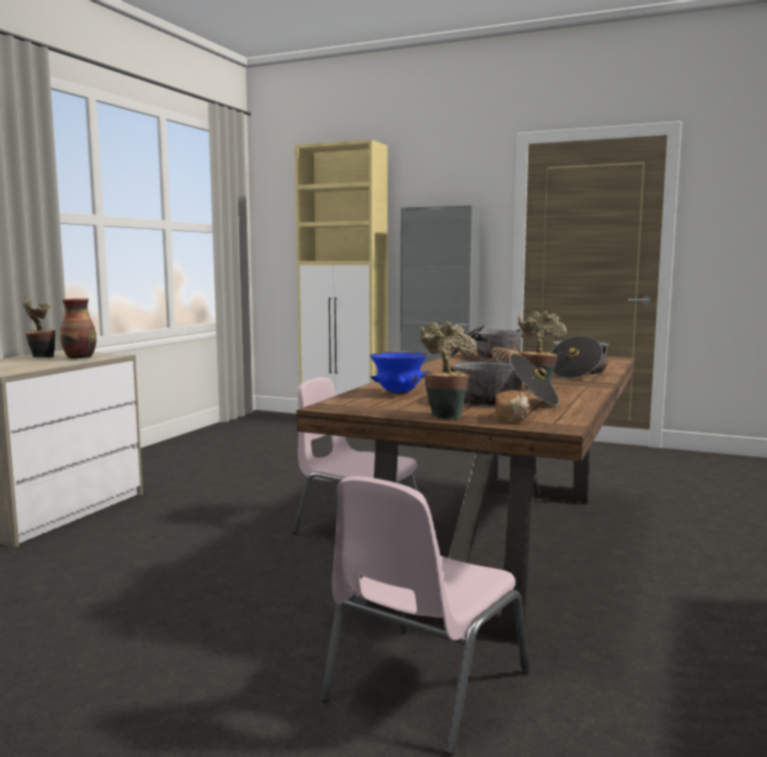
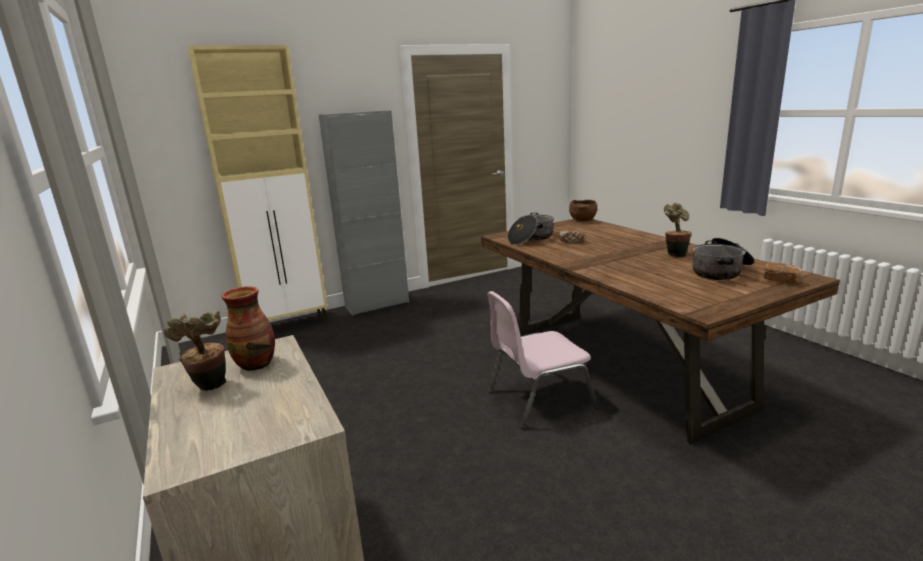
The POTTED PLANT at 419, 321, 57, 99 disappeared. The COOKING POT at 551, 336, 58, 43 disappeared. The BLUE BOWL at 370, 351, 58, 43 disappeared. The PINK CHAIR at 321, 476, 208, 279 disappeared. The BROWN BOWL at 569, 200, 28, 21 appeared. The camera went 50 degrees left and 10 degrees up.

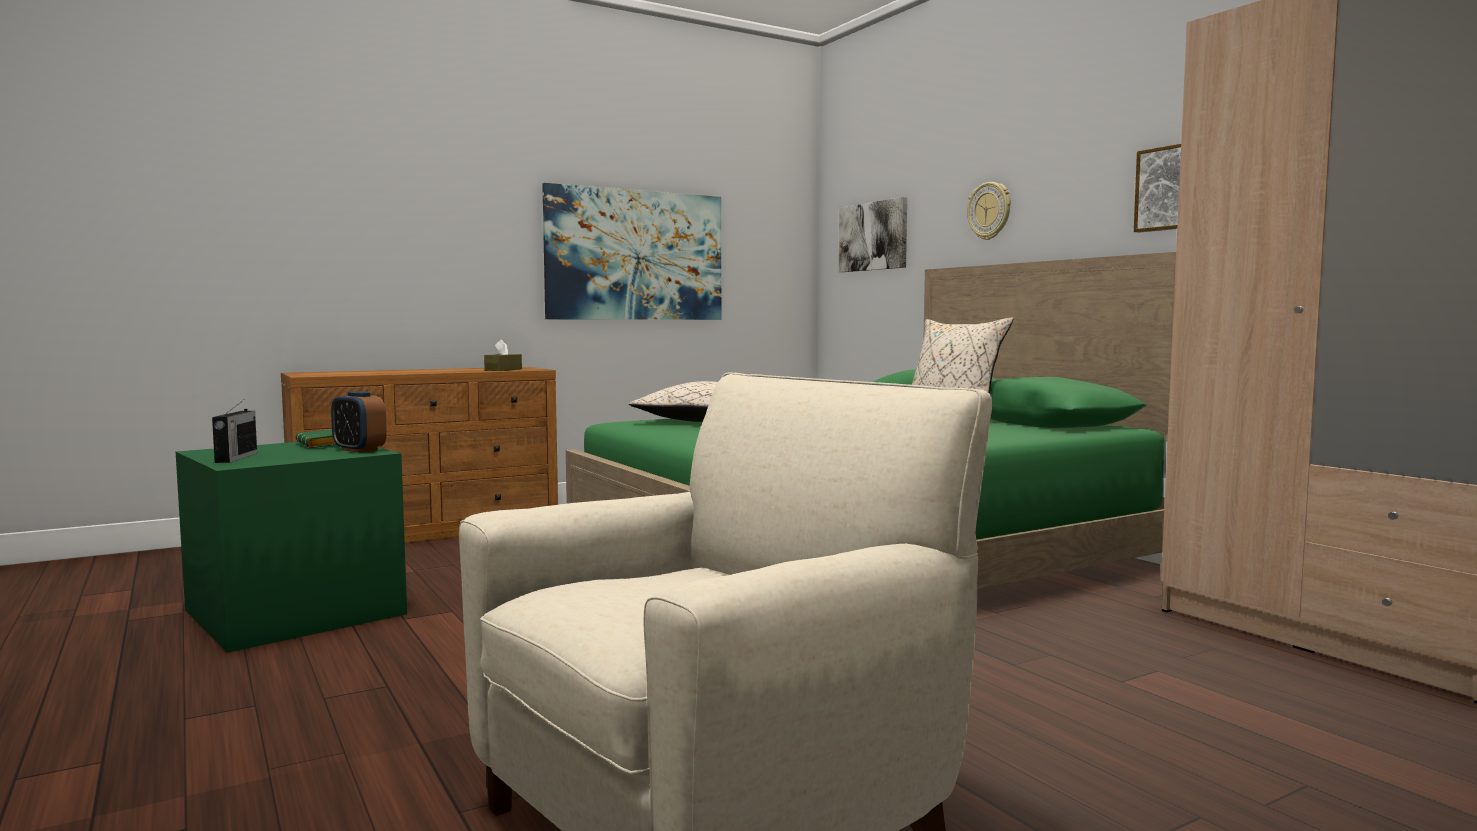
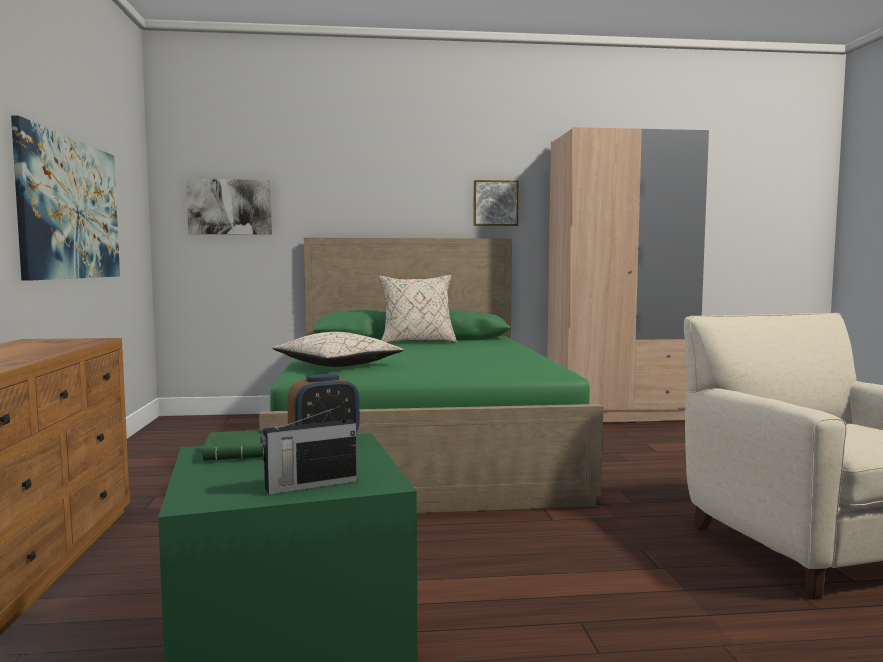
The WALL CLOCK at 967, 182, 44, 58 disappeared. The BROWN TISSUE BOX at 484, 340, 38, 31 disappeared. The RADIO at 212, 400, 45, 63 turned 135 degrees clockwise. The camera went 65 degrees left and 0 degrees up.

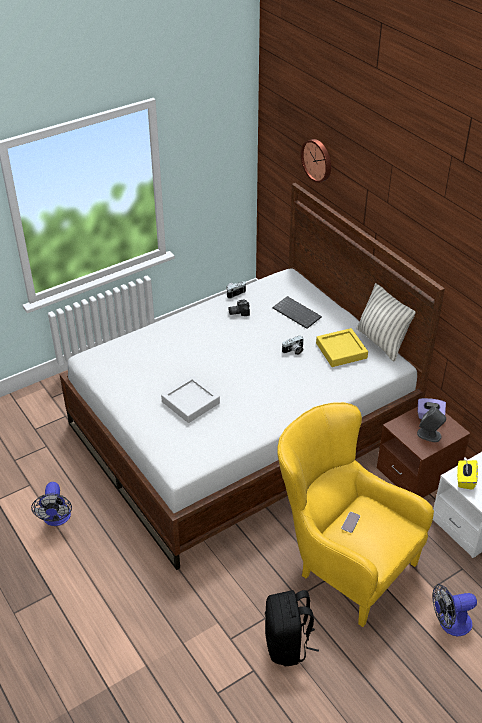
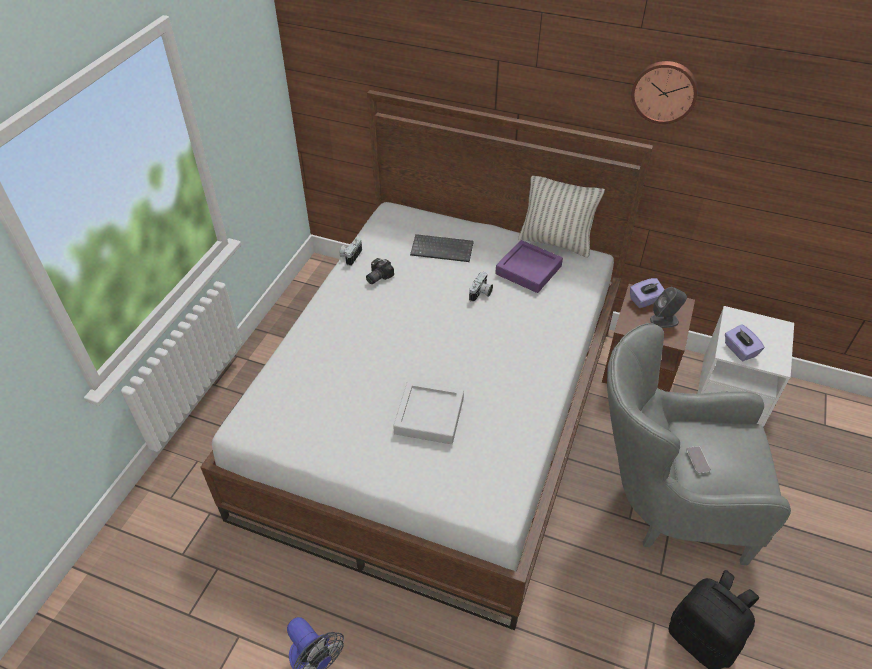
The WALL CLOCK moved from 301, 139, 30, 44 to 631, 61, 67, 63. The YELLOW TRAY at 316, 328, 52, 39 became the PURPLE TRAY at 495, 240, 68, 53. The YELLOW ARMCHAIR at 277, 402, 157, 225 became the GREY ARMCHAIR at 607, 323, 184, 243. The YELLOW TISSUE BOX at 457, 460, 21, 30 became the PURPLE TISSUE BOX at 725, 324, 39, 37. The FAN at 432, 584, 45, 52 disappeared. The camera went 35 degrees left and 5 degrees up.

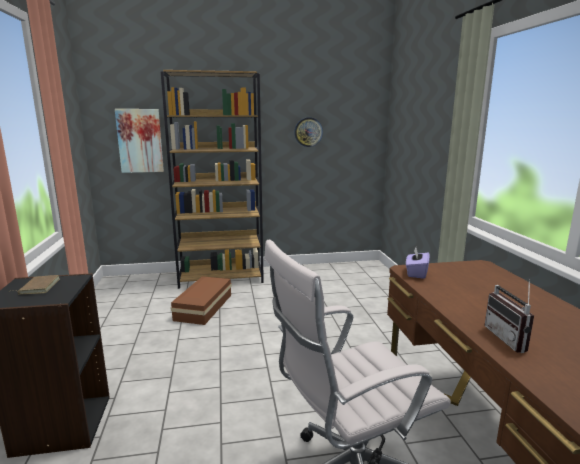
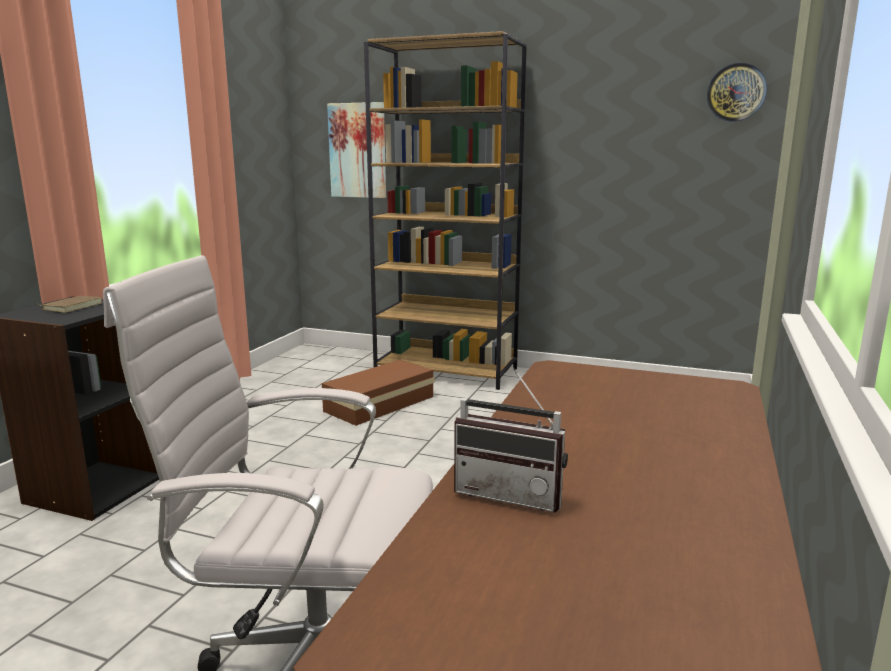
The WALL CLOCK moved from 294, 117, 29, 30 to 707, 63, 60, 59. The PURPLE TISSUE BOX at 406, 248, 24, 31 disappeared. The RADIO at 484, 279, 50, 74 turned 90 degrees counterclockwise. The camera went 30 degrees right and 0 degrees up.

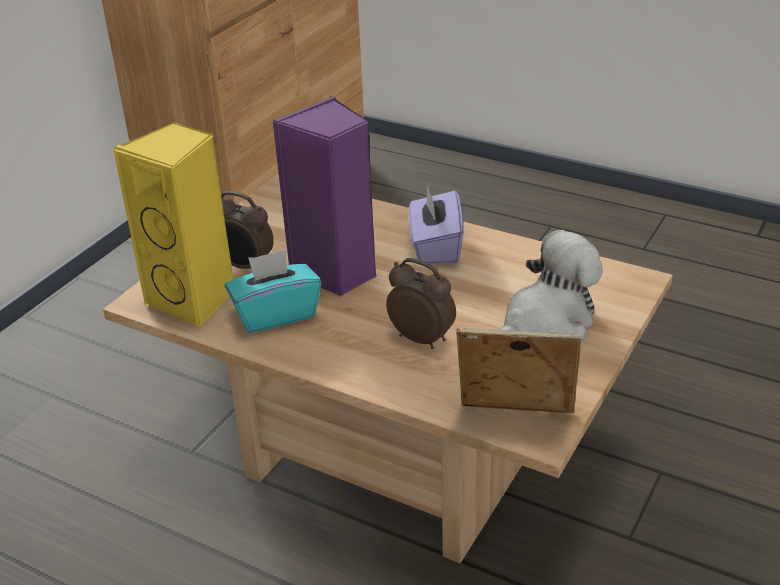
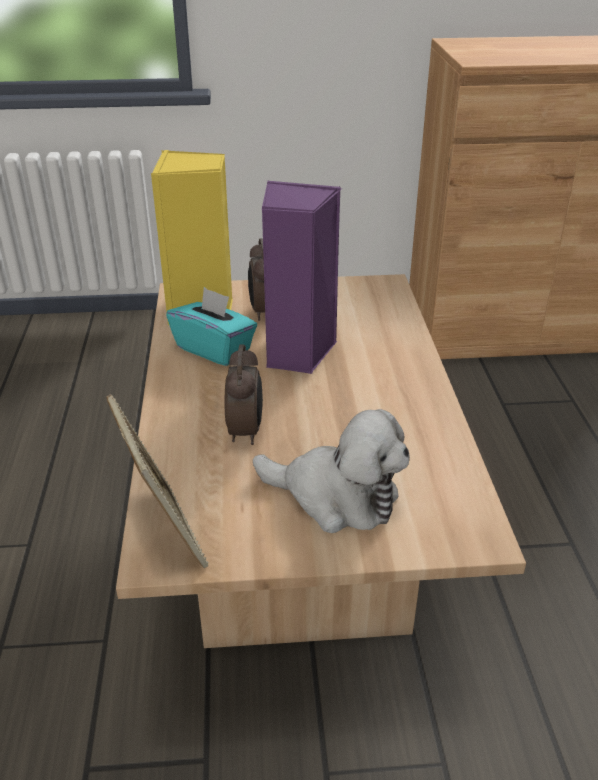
The PURPLE TISSUE BOX at 409, 186, 54, 78 disappeared. The camera went 55 degrees right and 0 degrees up.

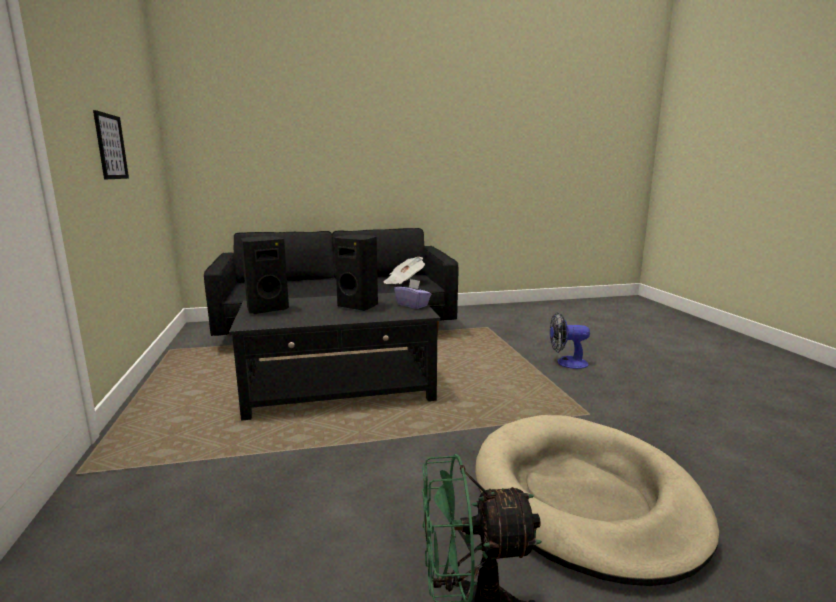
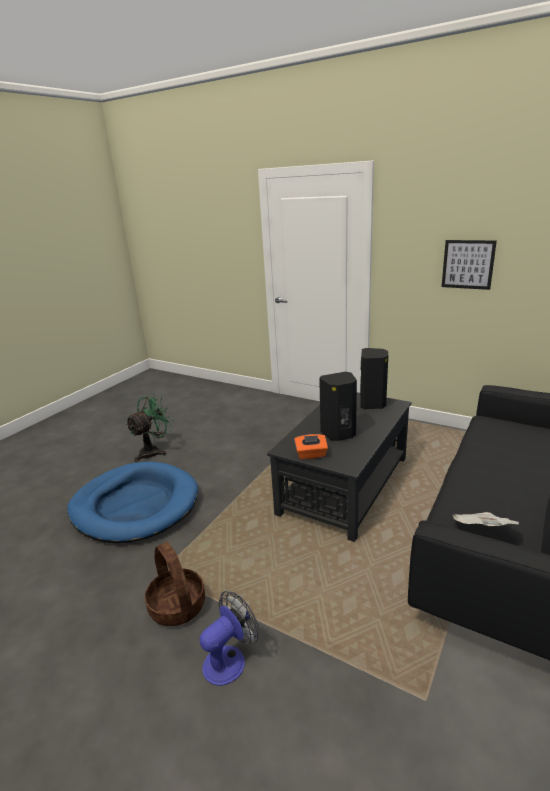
The PURPLE TISSUE BOX at 394, 279, 37, 30 became the ORANGE TISSUE BOX at 294, 434, 34, 26. The BEIGE DOG BED at 475, 415, 244, 171 became the BLUE DOG BED at 67, 462, 131, 81. The BASKET at 145, 542, 60, 84 appeared. The camera went 135 degrees right and 10 degrees up.

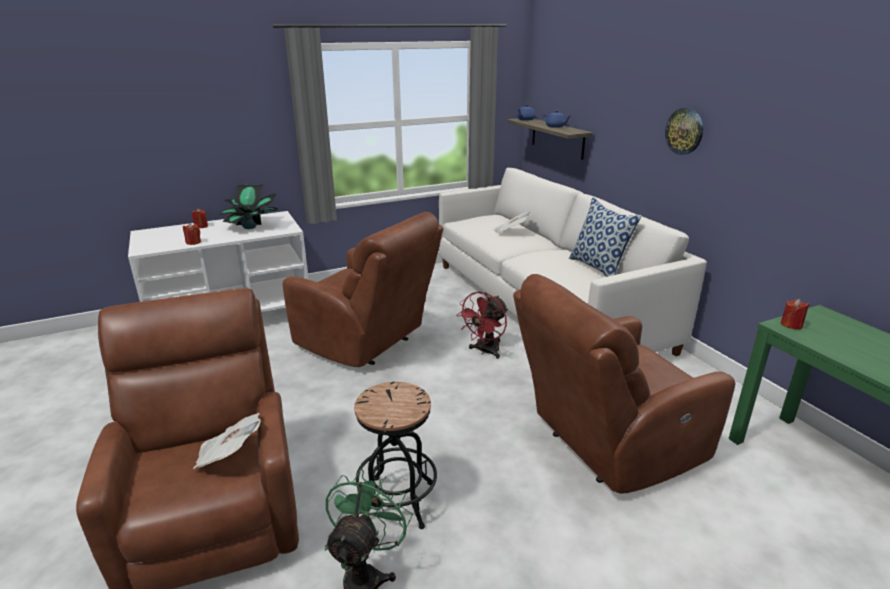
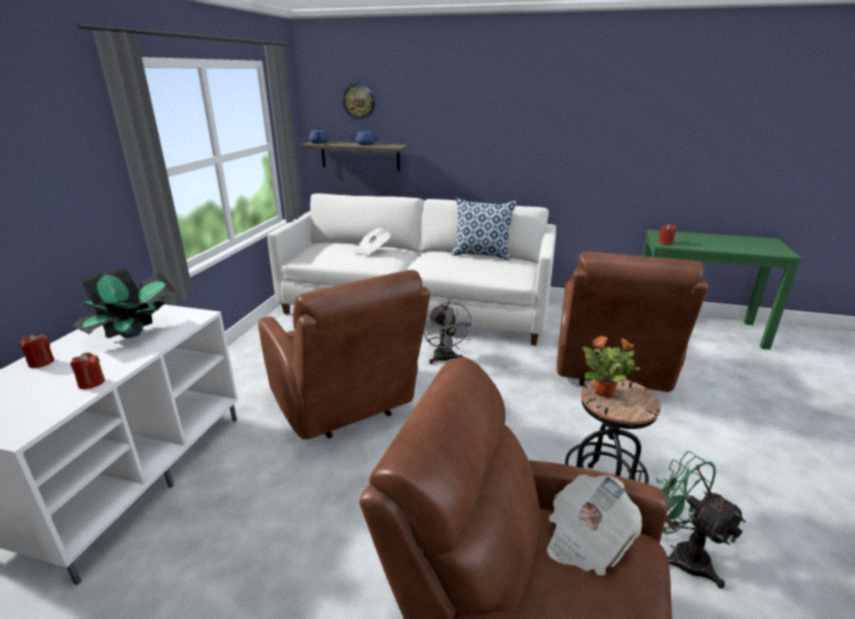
The WALL CLOCK moved from 665, 108, 38, 47 to 342, 83, 33, 37. The BROWN ARMCHAIR at 283, 212, 160, 155 turned 75 degrees clockwise. The RED FAN at 457, 292, 51, 67 became the GREY FAN at 423, 302, 52, 62. The POTTED PLANT at 582, 336, 58, 62 appeared. The camera went 50 degrees left and 0 degrees up.

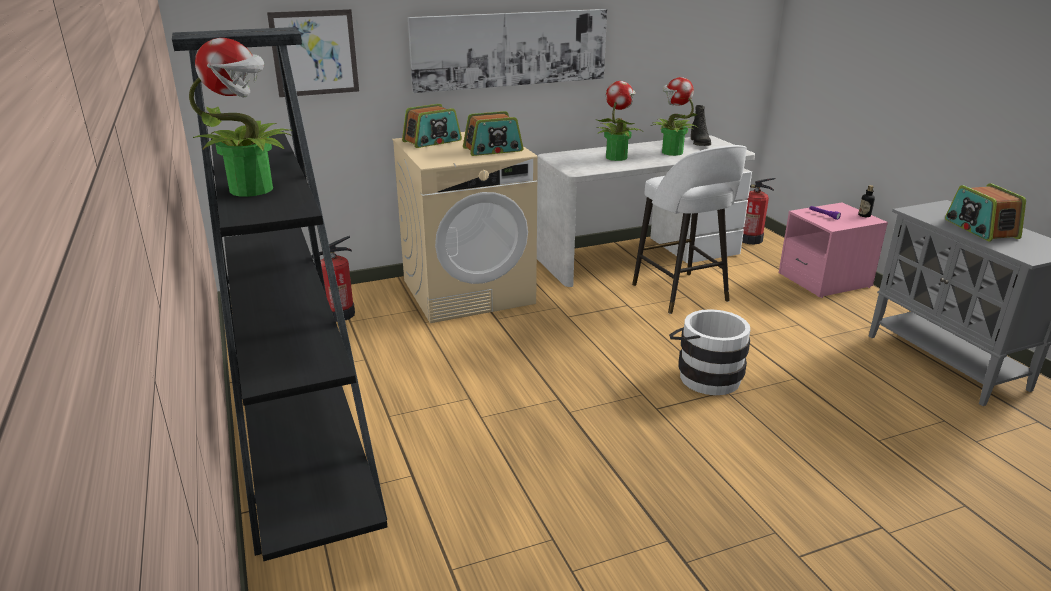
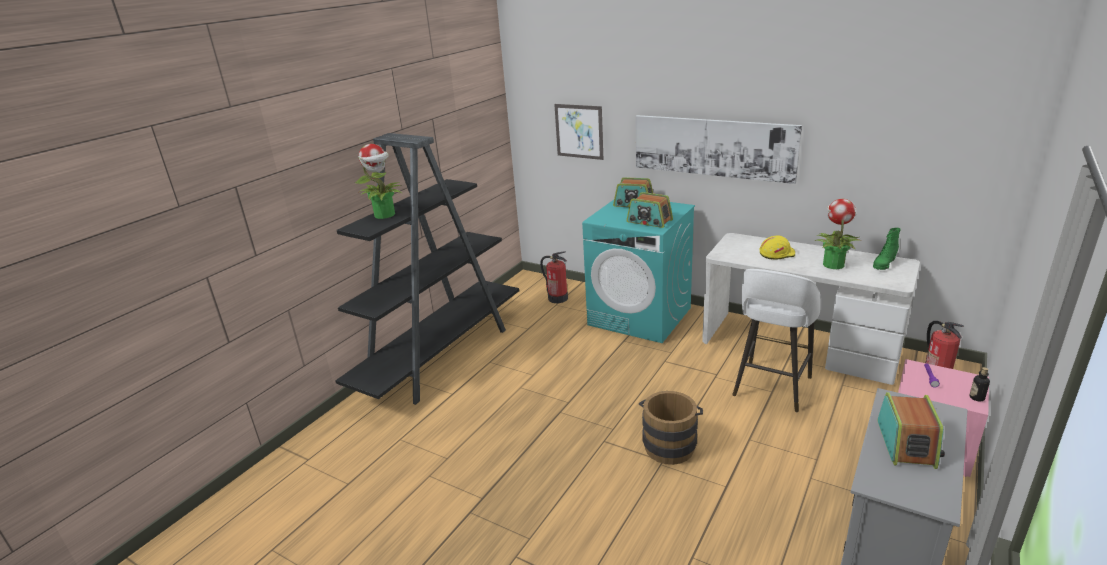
The POTTED PLANT at 597, 81, 45, 80 was replaced by the YELLOW HARD HAT at 759, 235, 36, 24. The BLACK BOOT at 691, 105, 20, 41 became the GREEN BOOT at 873, 228, 28, 42. The BEIGE WASHING MACHINE at 392, 132, 146, 191 became the TURQUOISE WASHING MACHINE at 582, 200, 113, 143. The RADIO at 945, 183, 81, 58 turned 150 degrees clockwise. The WHITE BUCKET at 669, 309, 81, 86 became the BROWN BUCKET at 639, 391, 64, 74. The camera went 55 degrees right and 0 degrees up.

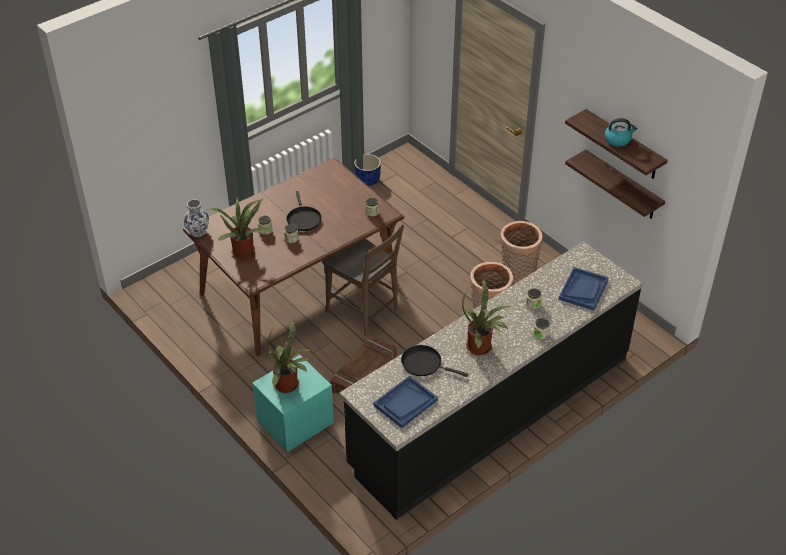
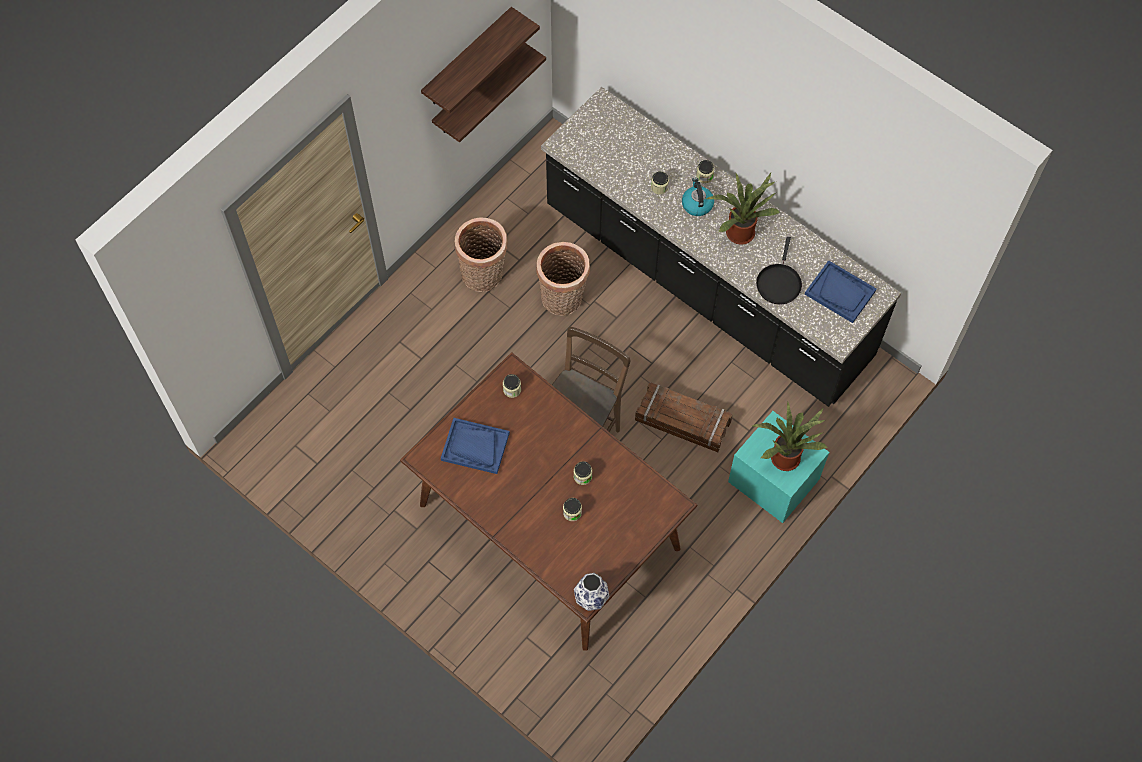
The KETTLE moved from 605, 118, 32, 28 to 682, 177, 32, 39. The BLUE PLANTER at 354, 154, 27, 32 disappeared. The BLACK FRYING PAN at 286, 191, 36, 40 disappeared. The POTTED PLANT at 205, 198, 64, 61 disappeared. The BLUE TRAY moved from 559, 267, 50, 43 to 441, 418, 69, 56. The camera went 100 degrees left and 20 degrees up.

